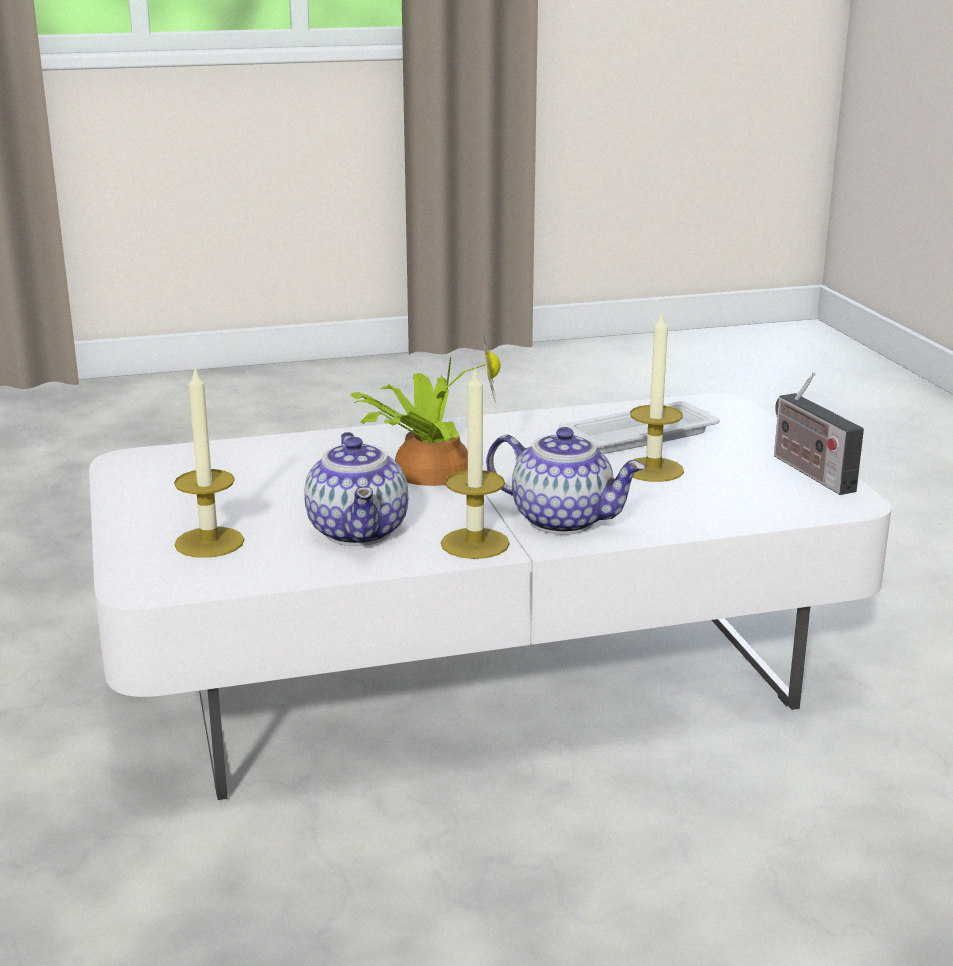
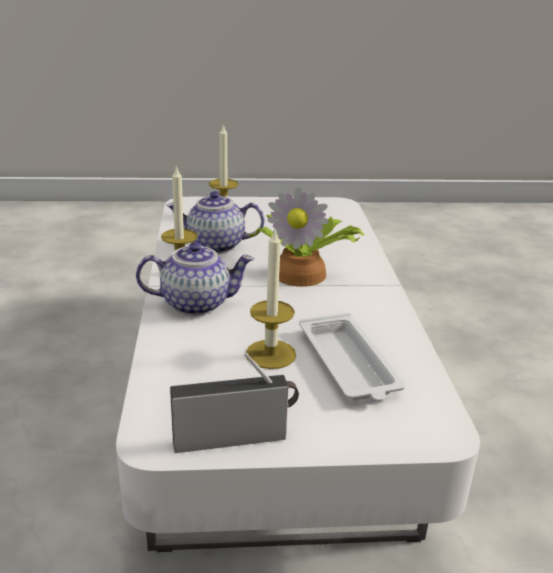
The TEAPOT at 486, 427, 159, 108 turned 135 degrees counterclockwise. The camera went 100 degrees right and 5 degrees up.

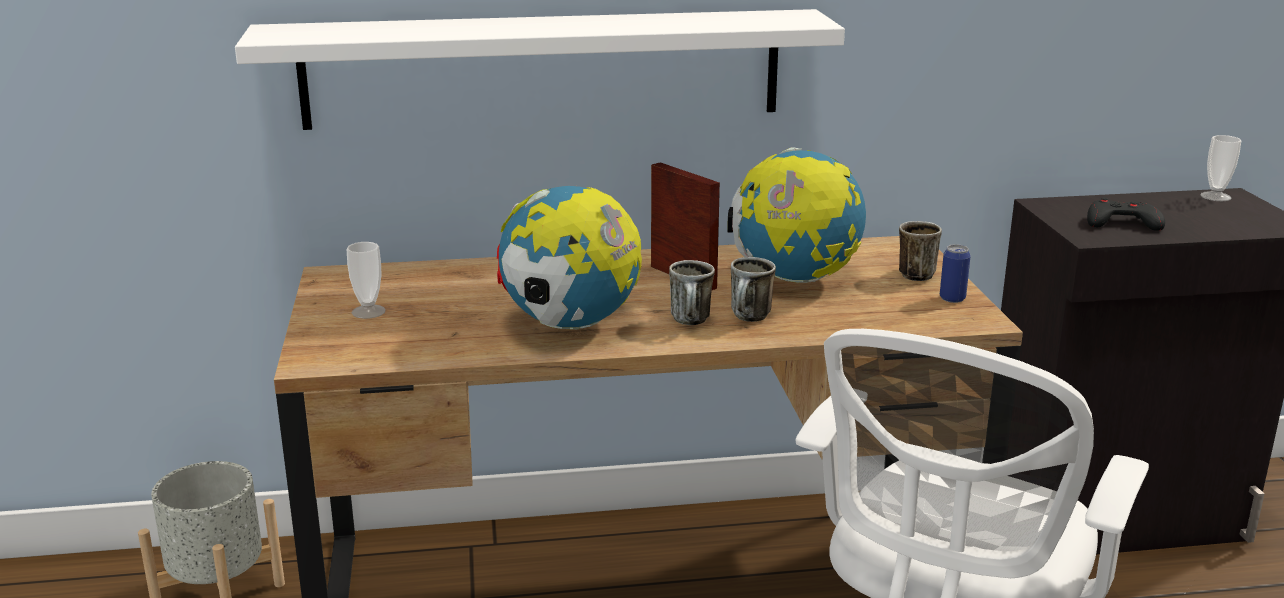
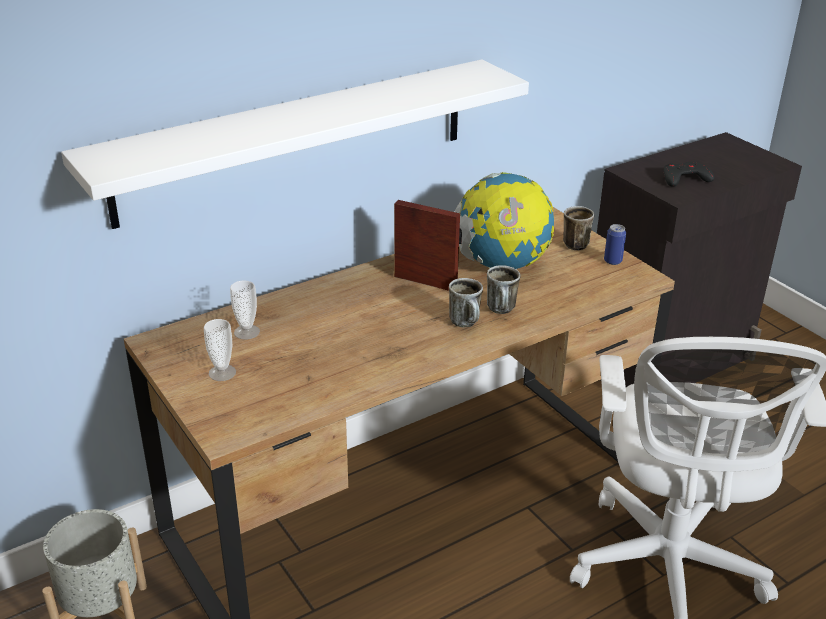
The CUP moved from 1200, 135, 41, 66 to 230, 281, 30, 59. The GLOBE at 497, 186, 145, 144 disappeared. The camera went 25 degrees left and 10 degrees up.

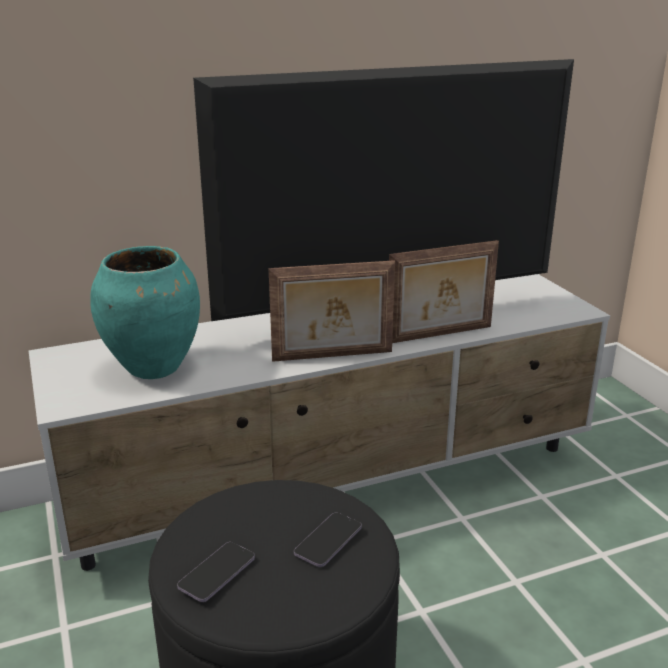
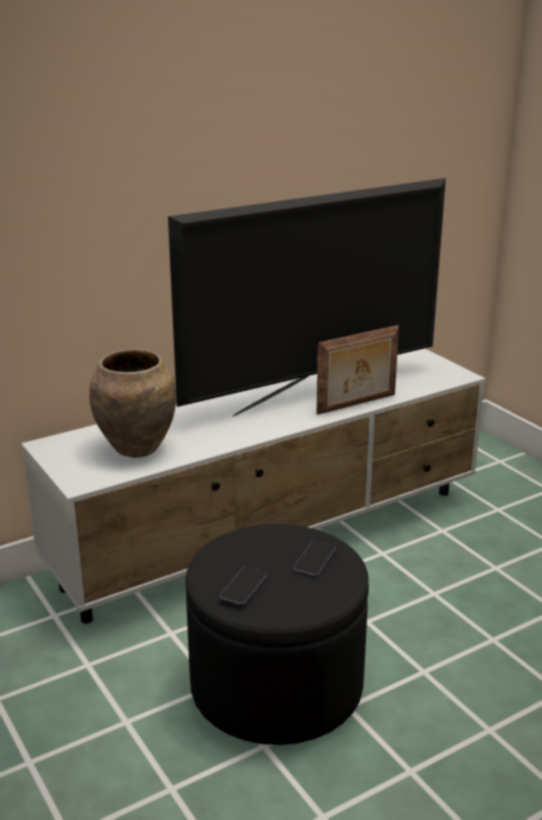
The TURQUOISE VASE at 90, 246, 110, 133 became the BROWN VASE at 89, 349, 87, 109. The PICTURE FRAME at 269, 260, 126, 102 disappeared. The camera went 10 degrees left and 0 degrees up.

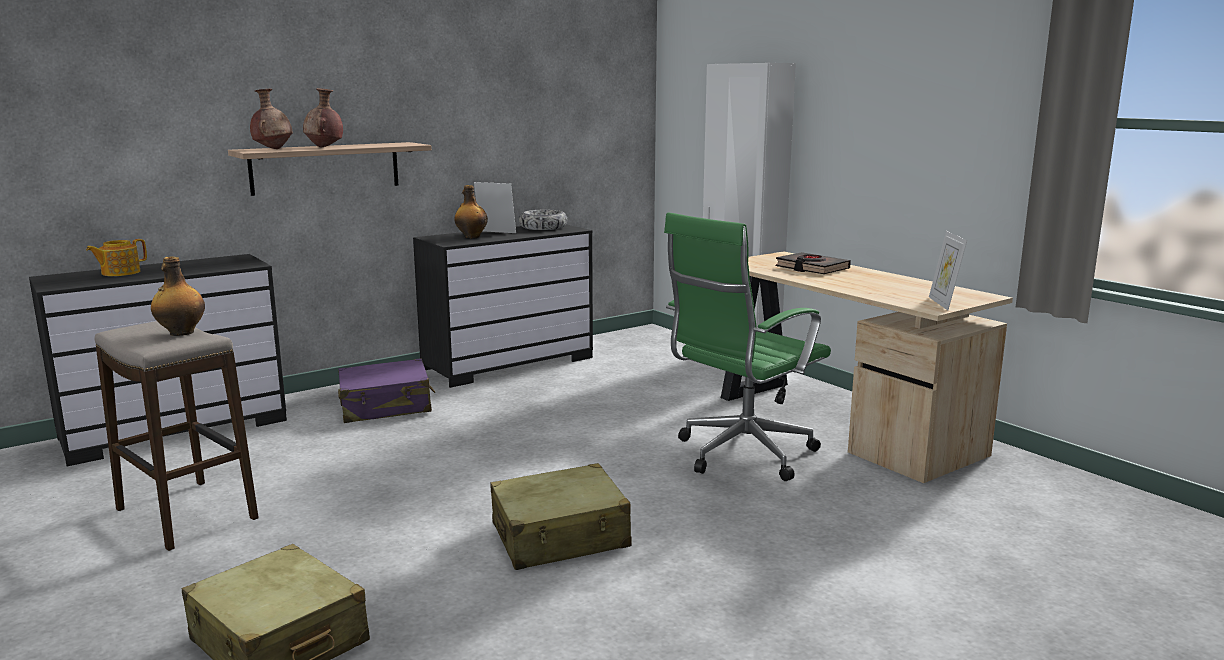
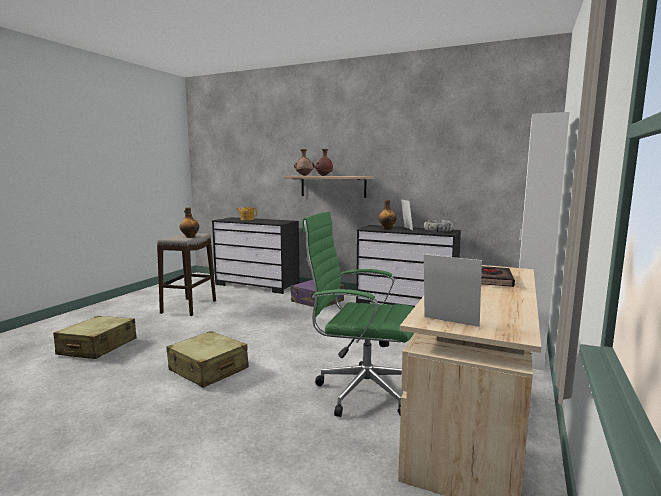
The PICTURE FRAME at 929, 231, 38, 79 turned 60 degrees clockwise. The camera went 60 degrees right and 5 degrees down.

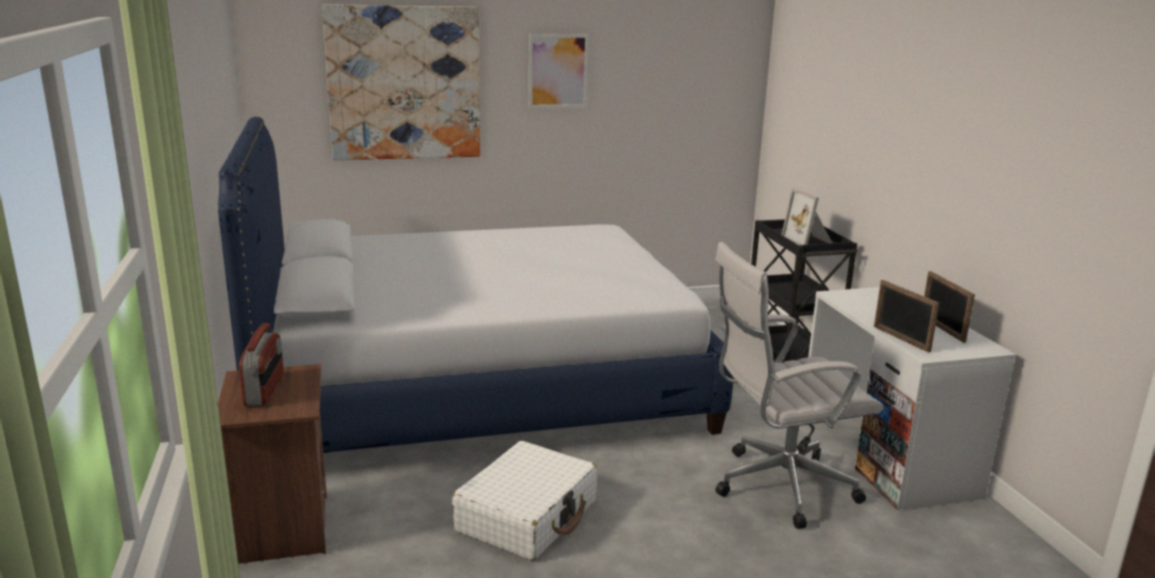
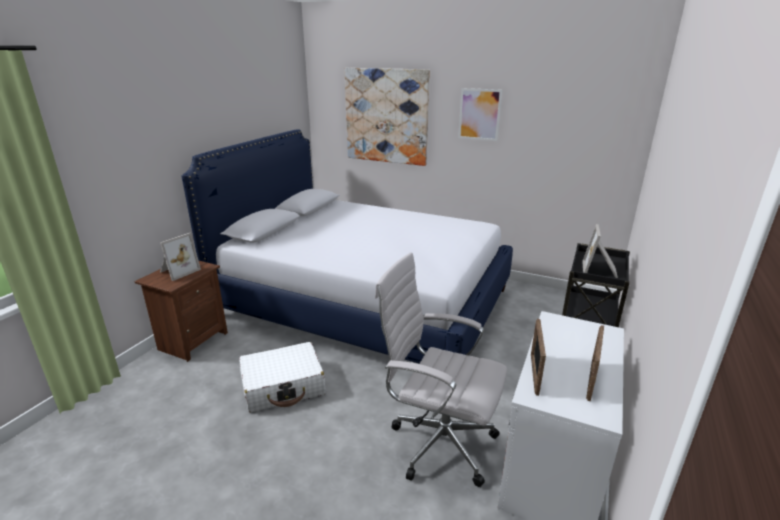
The RADIO at 239, 323, 45, 83 was replaced by the PICTURE FRAME at 160, 233, 41, 48. The camera went 40 degrees right and 5 degrees up.

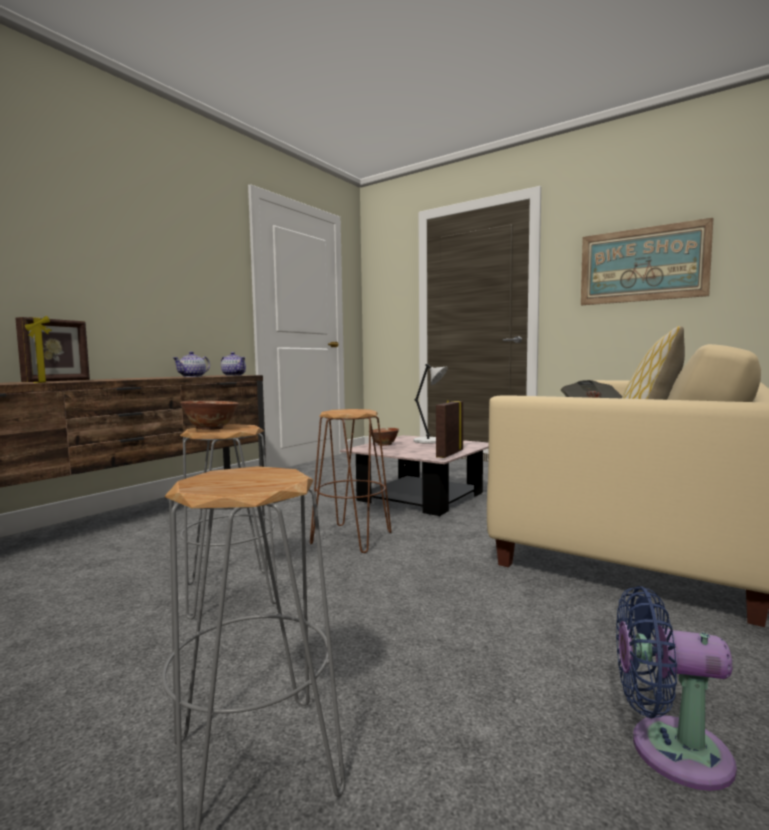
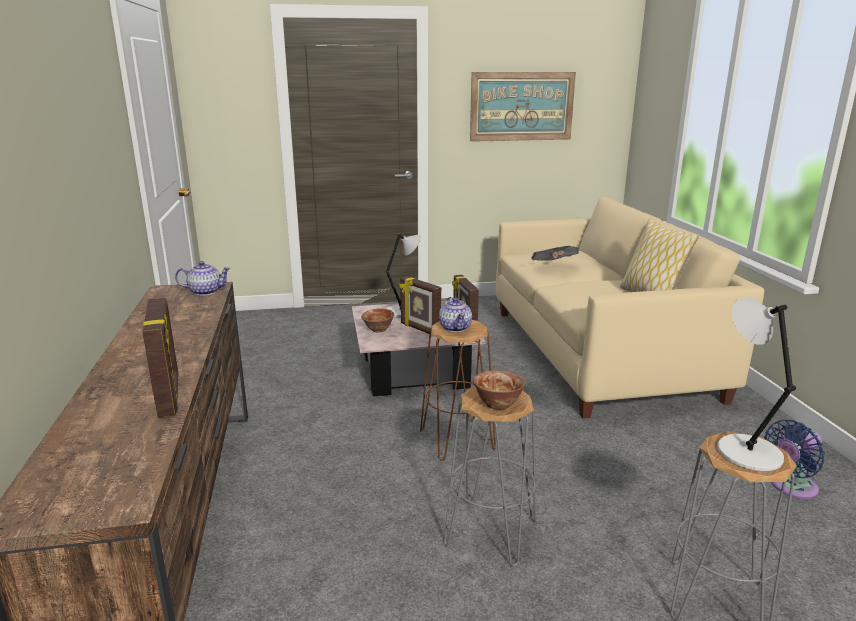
The TEAPOT moved from 173, 351, 37, 26 to 439, 297, 33, 35. The PICTURE FRAME at 399, 276, 42, 58 appeared. The GREY TABLE LAMP at 717, 297, 79, 174 appeared. The camera went 45 degrees left and 15 degrees up.

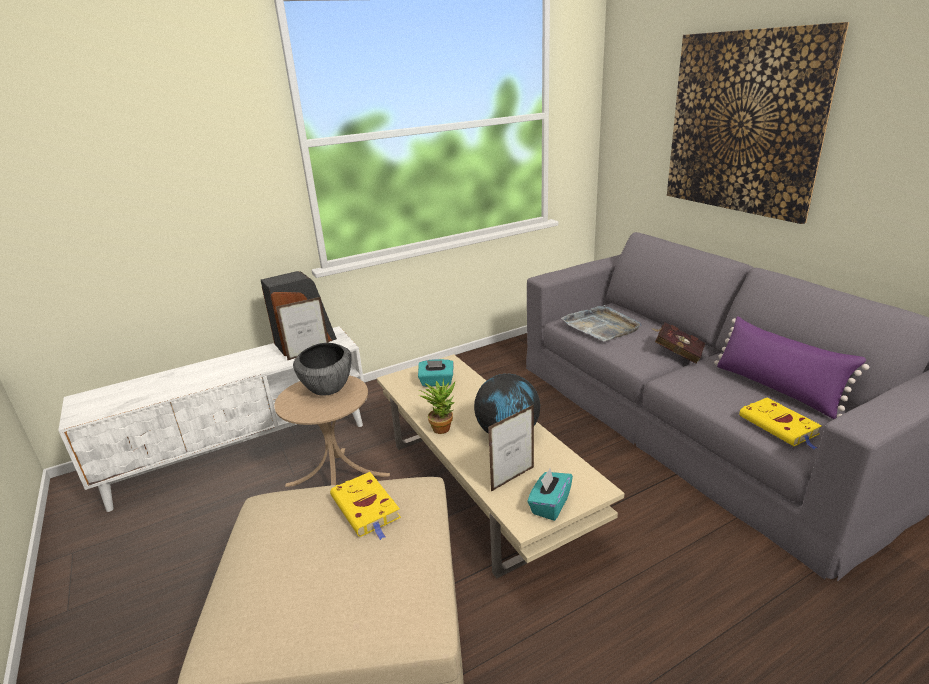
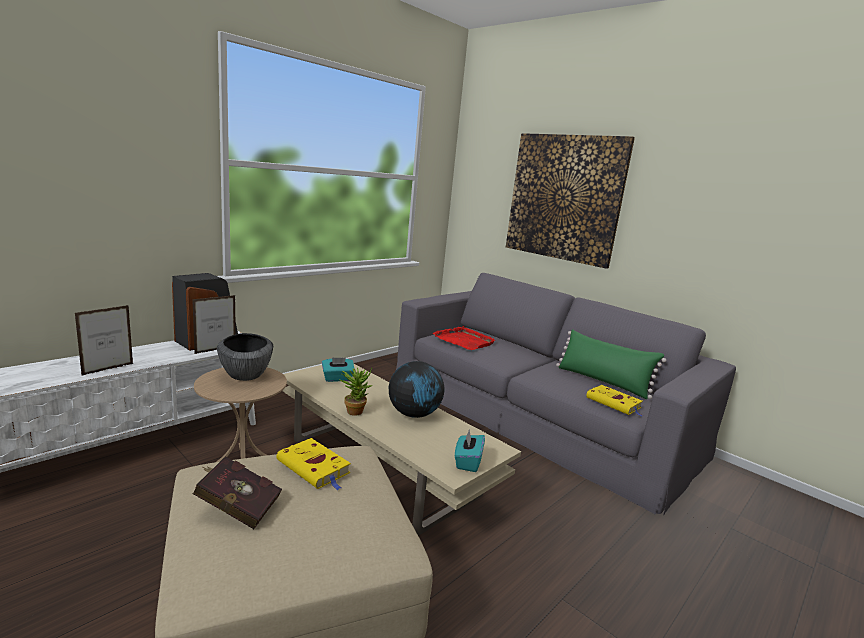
The GREY TRAY at 561, 305, 80, 36 became the RED TRAY at 433, 326, 63, 24. The PURPLE PILLOW at 714, 316, 155, 103 became the GREEN PILLOW at 556, 329, 110, 70. The RED BOOK moved from 653, 322, 52, 42 to 193, 456, 89, 73. The PICTURE FRAME moved from 488, 404, 46, 88 to 75, 305, 58, 70. The camera went 20 degrees left and 10 degrees down.

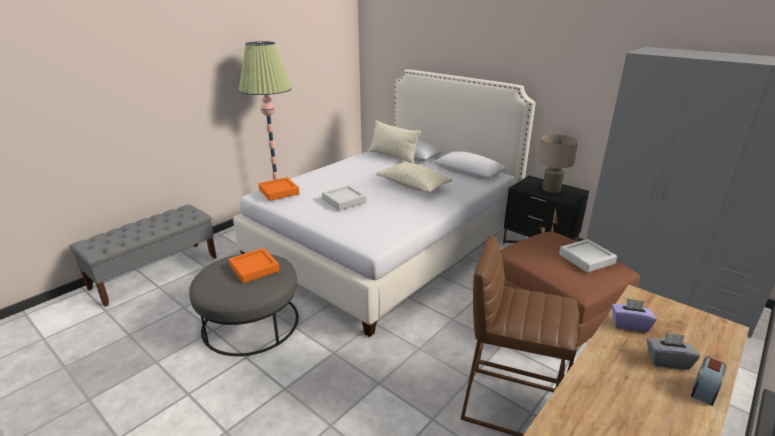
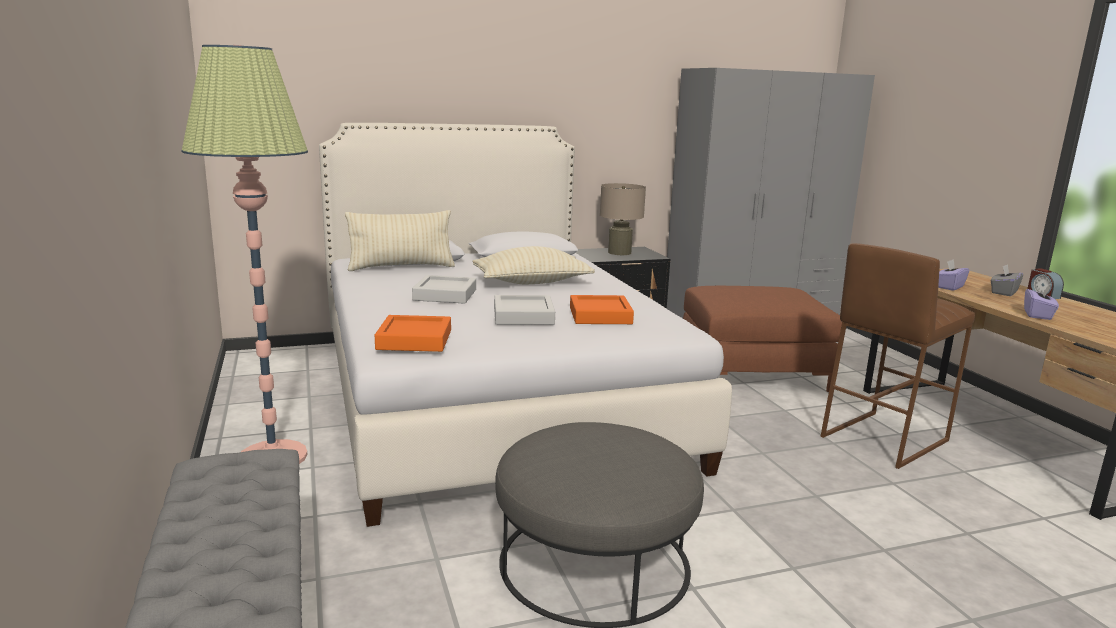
The GREY TRAY moved from 559, 239, 58, 34 to 412, 275, 64, 29. The ORANGE TRAY moved from 229, 248, 50, 35 to 570, 295, 64, 29. The PURPLE TISSUE BOX at 1024, 285, 35, 35 appeared. The camera went 60 degrees left and 10 degrees down.

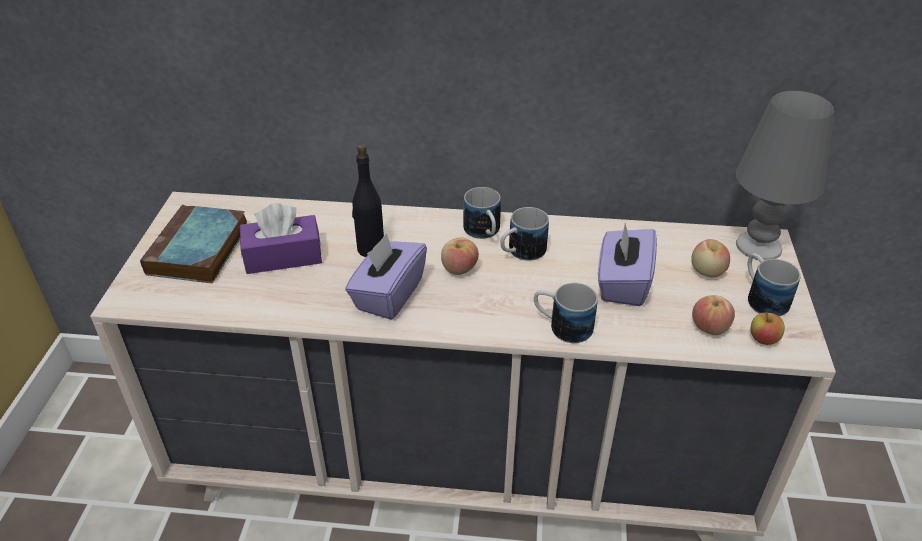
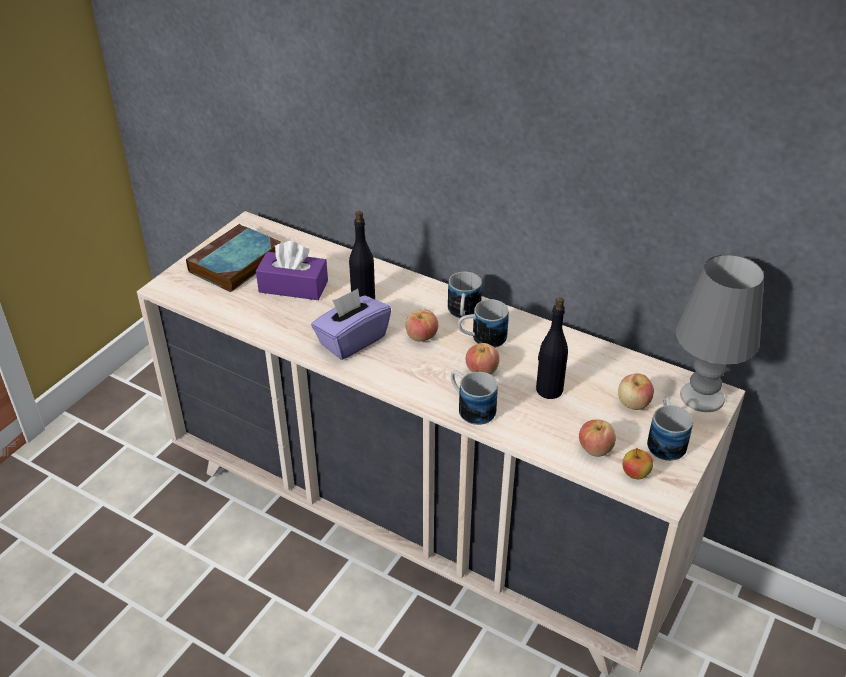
The PURPLE TISSUE BOX at 598, 223, 59, 83 was replaced by the BLACK BOTTLE at 536, 297, 32, 102. The APPLE at 466, 343, 34, 32 appeared. The camera went 25 degrees right and 0 degrees up.

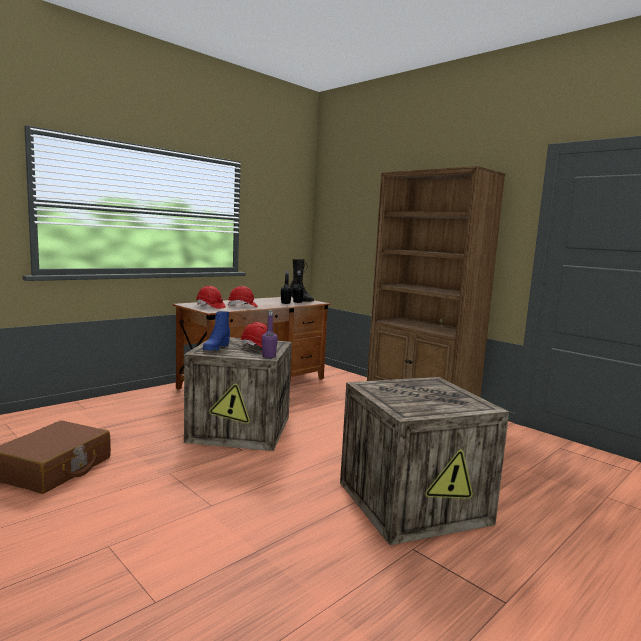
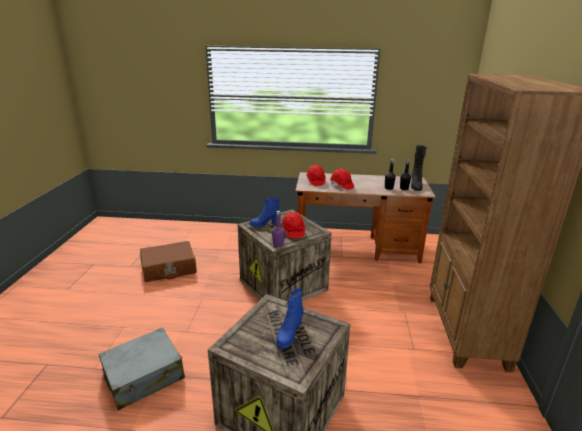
The BLUE BOOT at 276, 288, 28, 61 appeared. The GREY SUITCASE at 99, 327, 86, 83 appeared. The camera went 50 degrees right and 15 degrees up.

